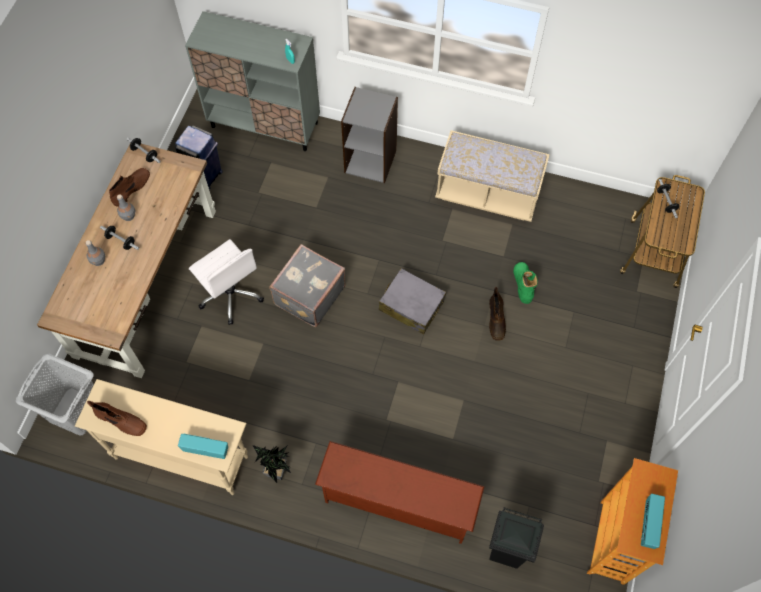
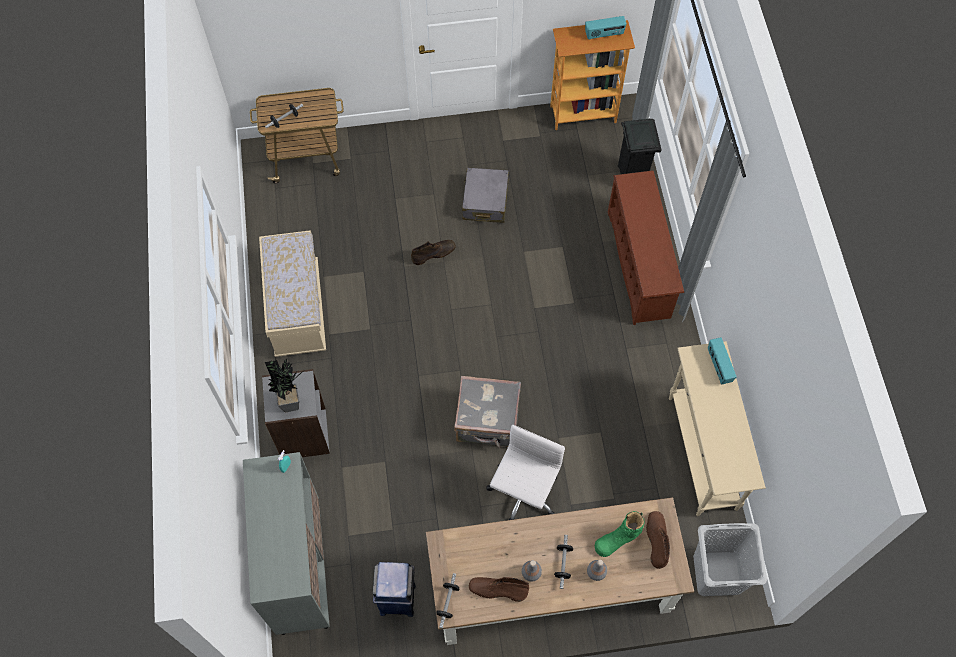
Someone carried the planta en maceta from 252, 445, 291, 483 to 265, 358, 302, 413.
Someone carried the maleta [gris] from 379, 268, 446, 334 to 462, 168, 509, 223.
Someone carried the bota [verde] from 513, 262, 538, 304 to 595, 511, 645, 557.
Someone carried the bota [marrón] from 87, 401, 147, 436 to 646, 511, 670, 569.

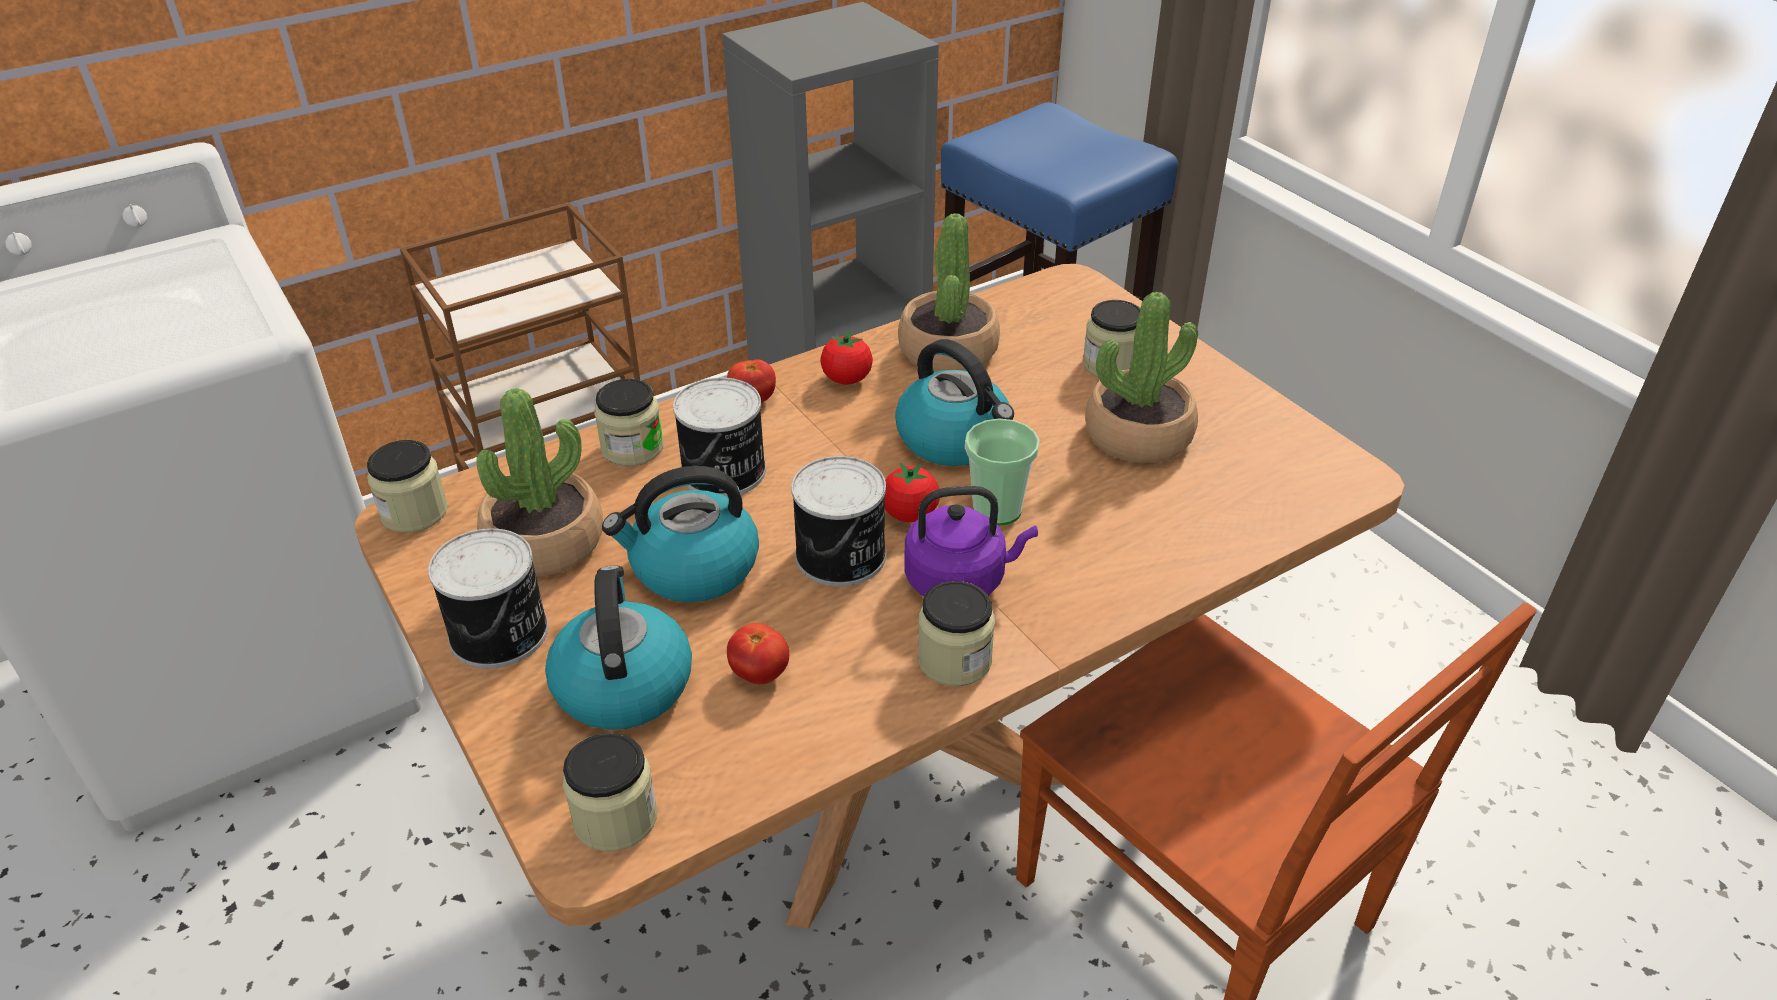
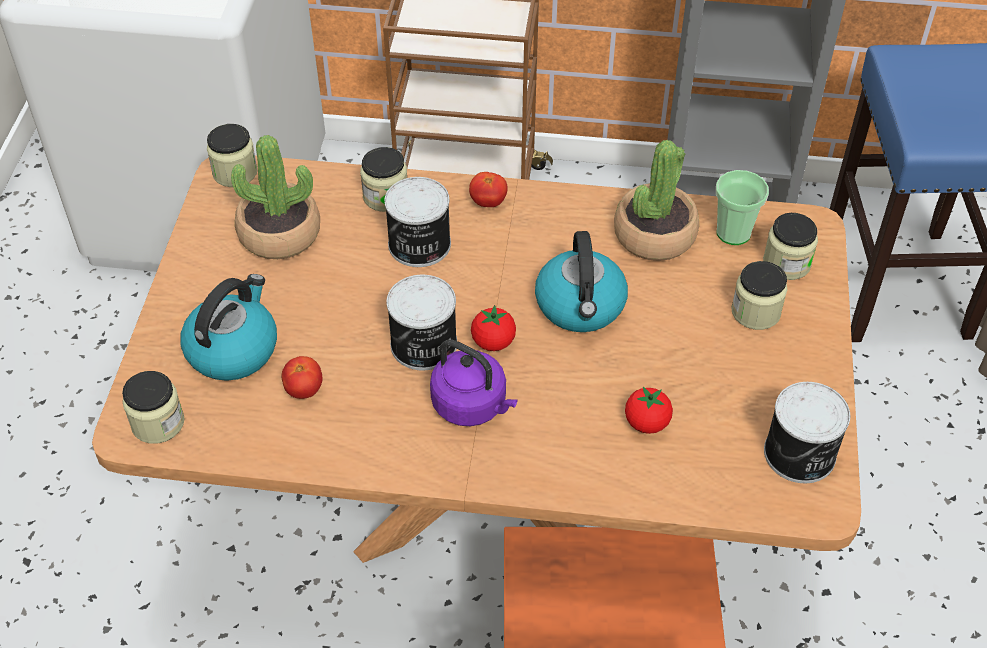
Someone carried the tomate from 820, 330, 873, 385 to 625, 387, 673, 434.
Someone carried the taza from 965, 418, 1040, 526 to 716, 170, 769, 245.
Someone carried the tarro from 918, 581, 995, 686 to 763, 213, 818, 280.
Someone carried the lata from 428, 528, 548, 669 to 764, 382, 850, 483.
Someone took away the hervidor at 602, 466, 759, 602.
Someone took away the planta en maceta at 1085, 292, 1198, 463.

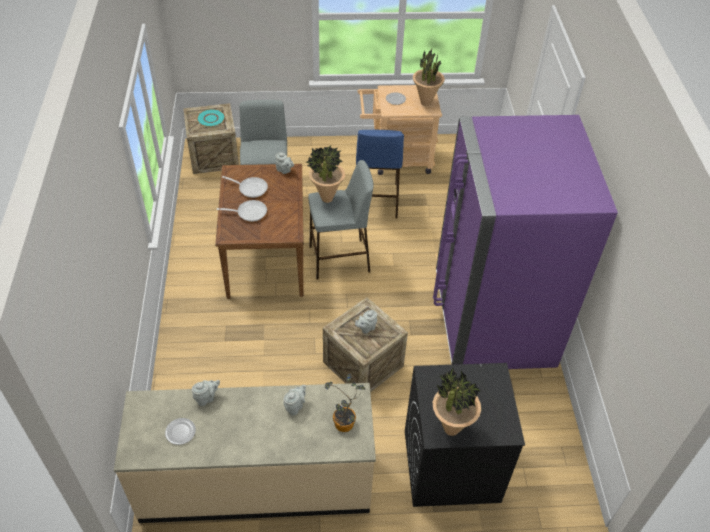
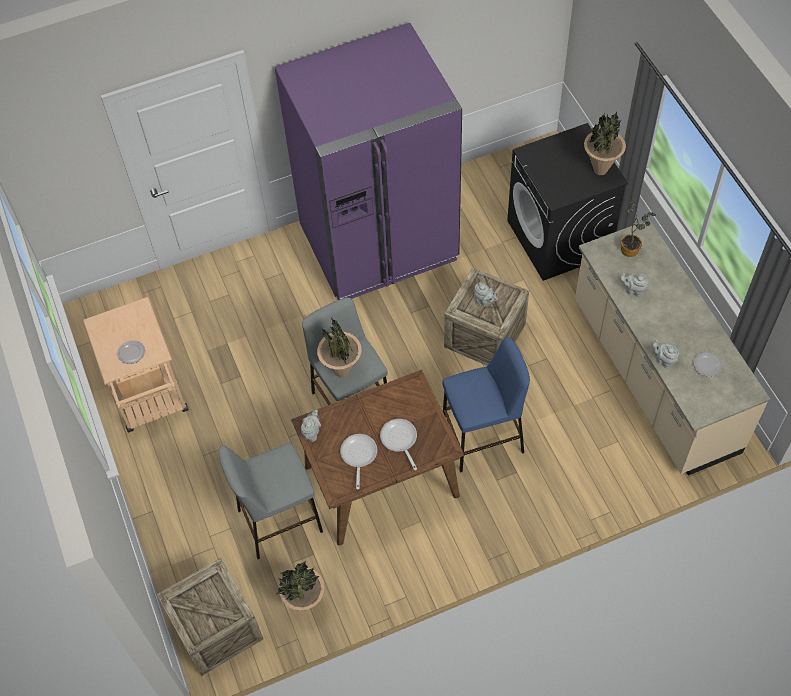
Someone carried the planta en maceta from 413, 49, 445, 106 to 277, 561, 325, 611.
Someone carried the taburete [azul] from 356, 130, 404, 218 to 442, 338, 530, 473.
Someone took away the plato [turquesa] at 197, 109, 225, 127.

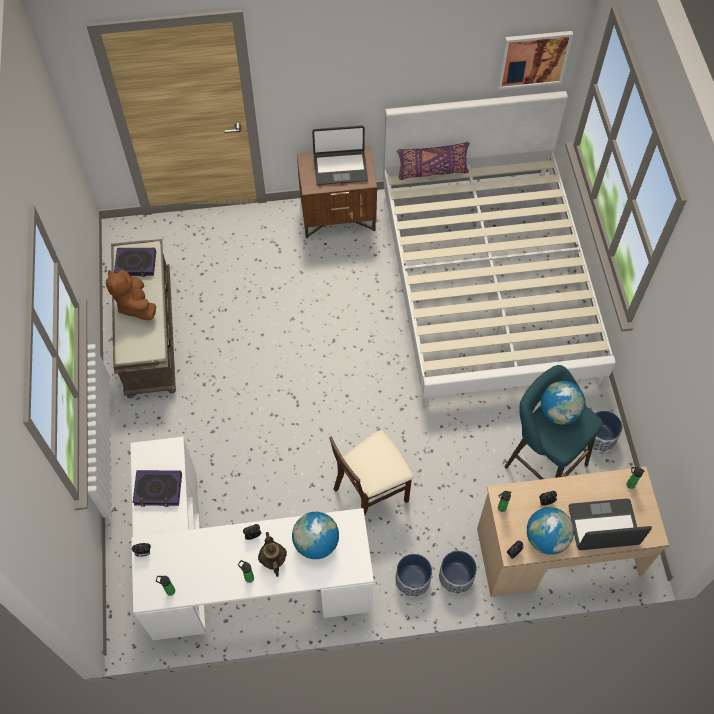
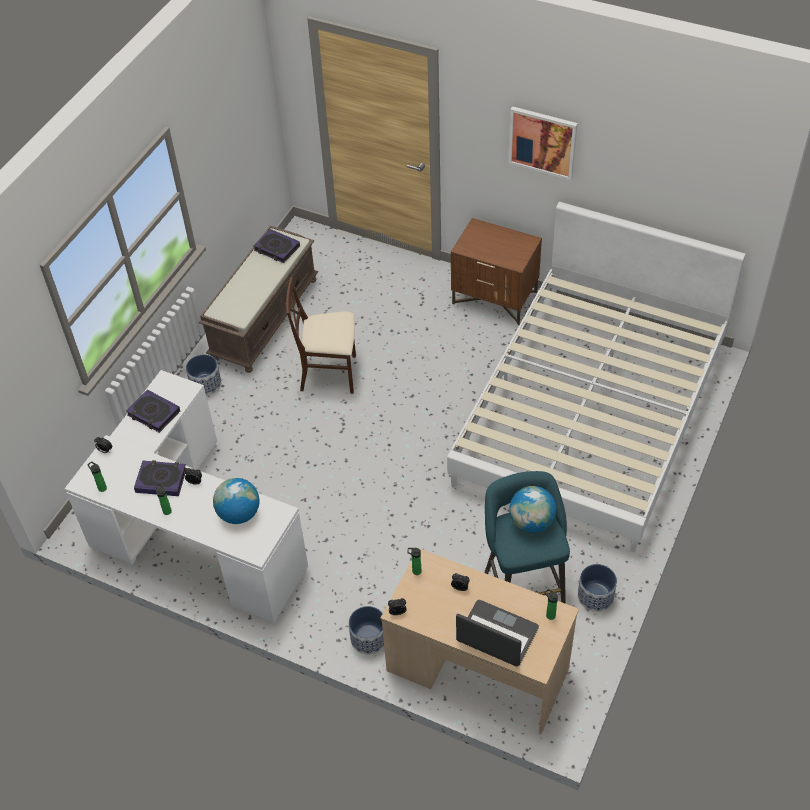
Someone put down the libro at 134, 460, 187, 496.
Someone carried the maceta from 395, 554, 432, 597 to 186, 354, 221, 396.
Someone carried the silla [beis] from 329, 430, 414, 516 to 286, 277, 356, 394.
Someone carried the cuadro from 498, 31, 573, 90 to 508, 106, 578, 180.
Someone took away the peluche [marrón] at 106, 270, 156, 320.
Someone took away the tetera at 258, 532, 287, 577.
Someone took away the portátil at 312, 126, 368, 185.
Someone took away the cojín [morado] at 397, 142, 469, 180.
Someone took away the globo terráqueo at 527, 507, 574, 555.

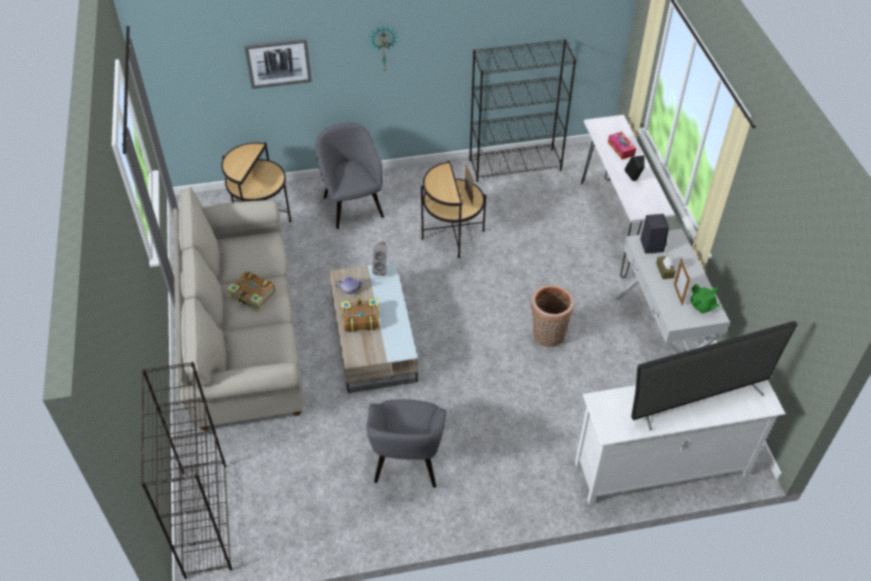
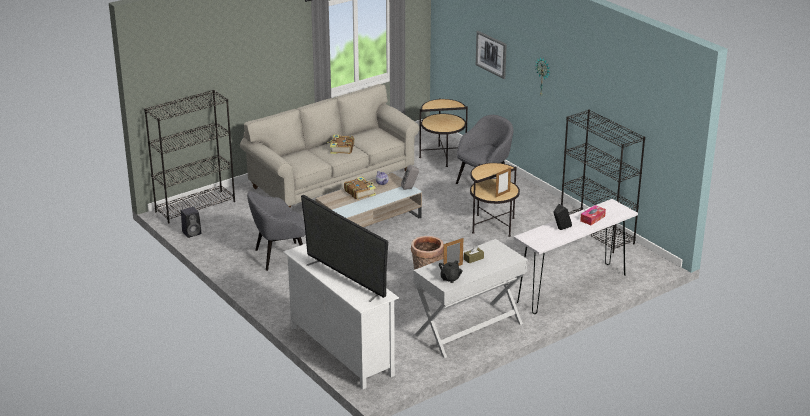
Someone carried the altavoz [negro] from 640, 214, 669, 254 to 181, 207, 201, 238.
Someone repainted the tetera [verde] at 691, 284, 720, 314, which became the tetera [negro] at 439, 260, 463, 283.

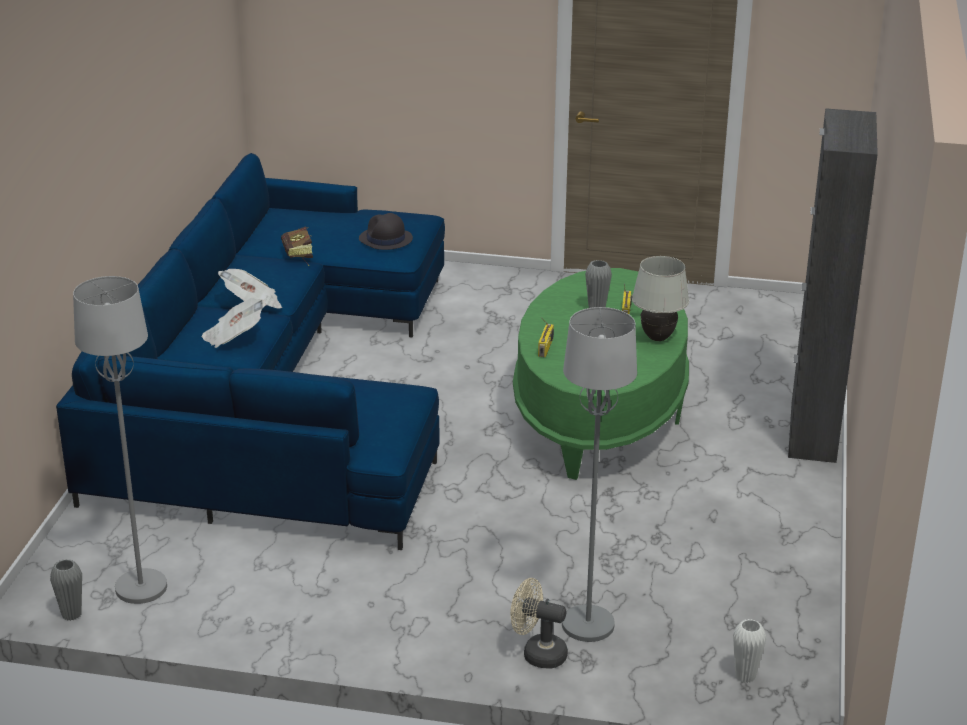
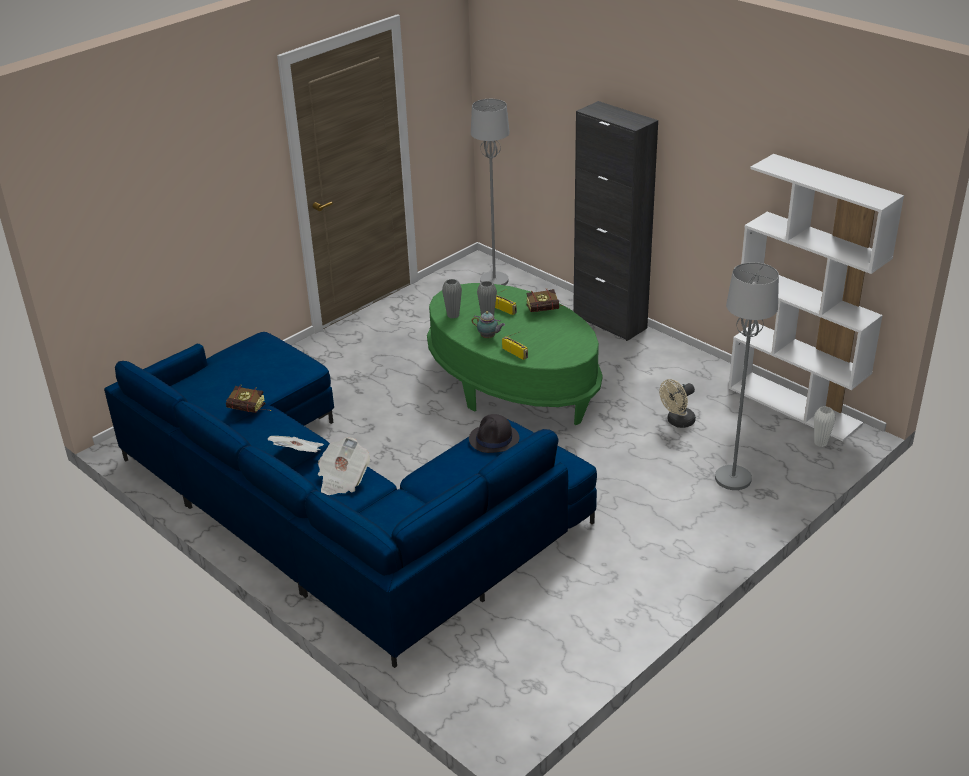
Someone carried the florero [gris] from 50, 559, 82, 621 to 442, 279, 462, 319.
Someone carried the sombrero [negro] from 359, 213, 413, 250 to 469, 414, 519, 453.
Someone carried the lámpara de pie [gris] from 73, 276, 167, 604 to 471, 99, 510, 285.
Someone put down the tetera at 472, 311, 505, 338.
Someone swapped the lámpara de mesa [blanco] at 632, 256, 689, 341 for the libro at 526, 288, 563, 312.
Someone carried the ventilador [beis] from 510, 578, 568, 669 to 659, 379, 696, 428.
Someone put down the estantería [blanco] at 728, 154, 904, 441.

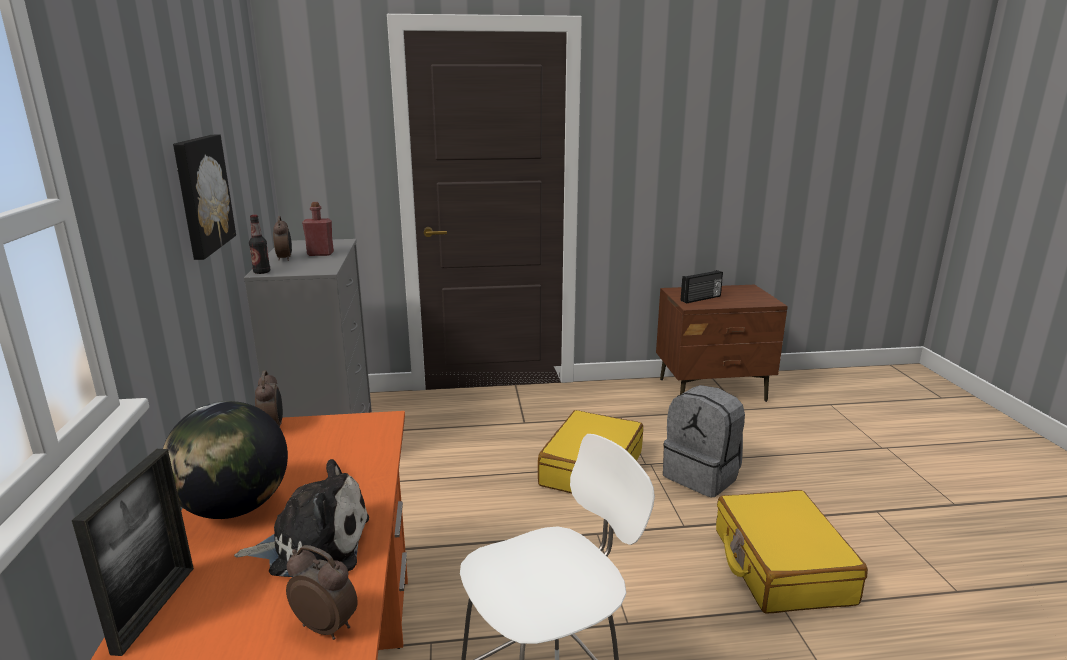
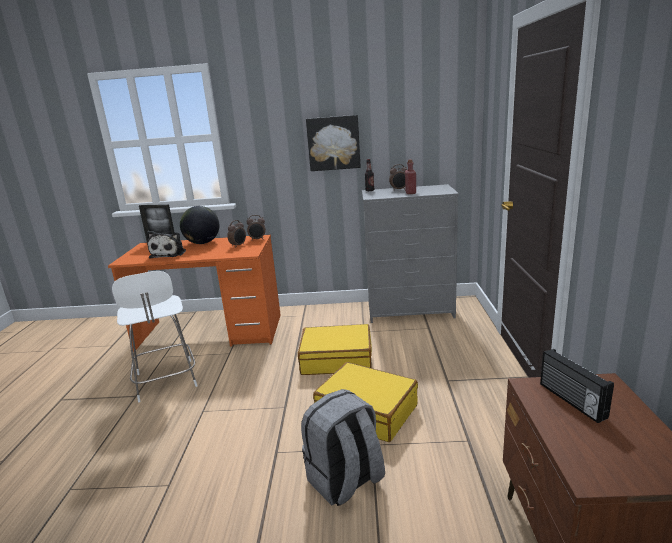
Someone carried the despertador from 286, 545, 358, 640 to 227, 220, 246, 248.
Someone carried the maleta [amarillo] from 716, 490, 868, 614 to 298, 324, 372, 375.

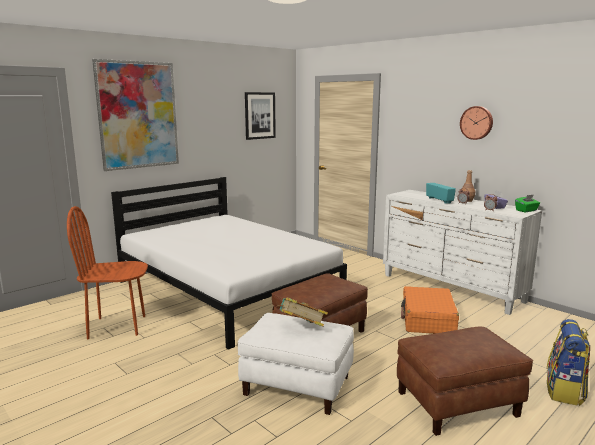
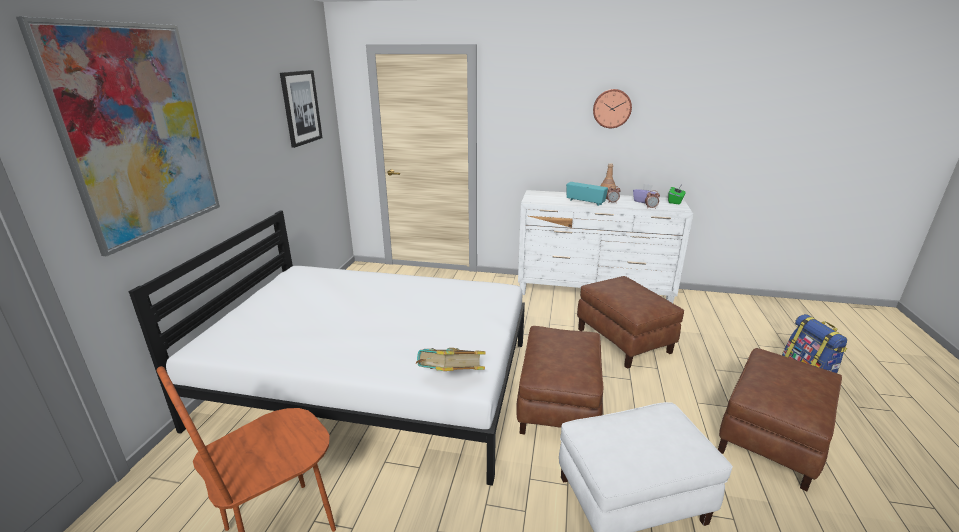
Someone carried the libro from 277, 298, 328, 326 to 416, 348, 485, 371.
Someone swapped the maleta [naranja] at 401, 286, 459, 334 for the puf [marrón] at 577, 276, 684, 369.

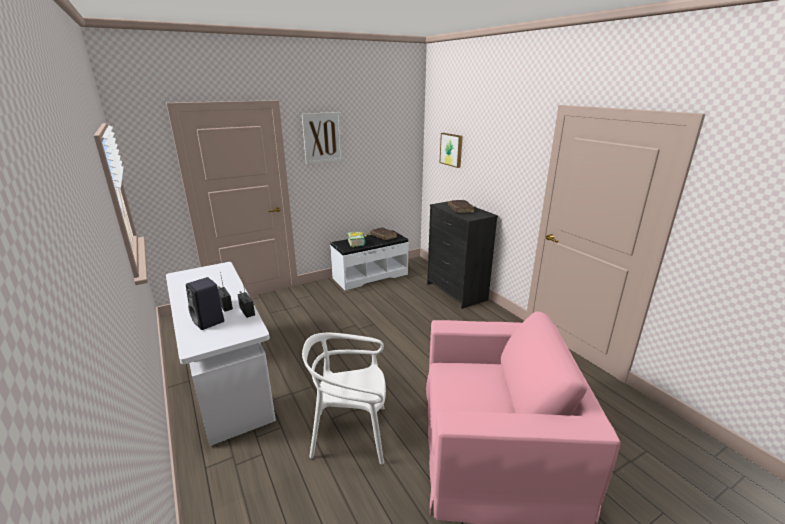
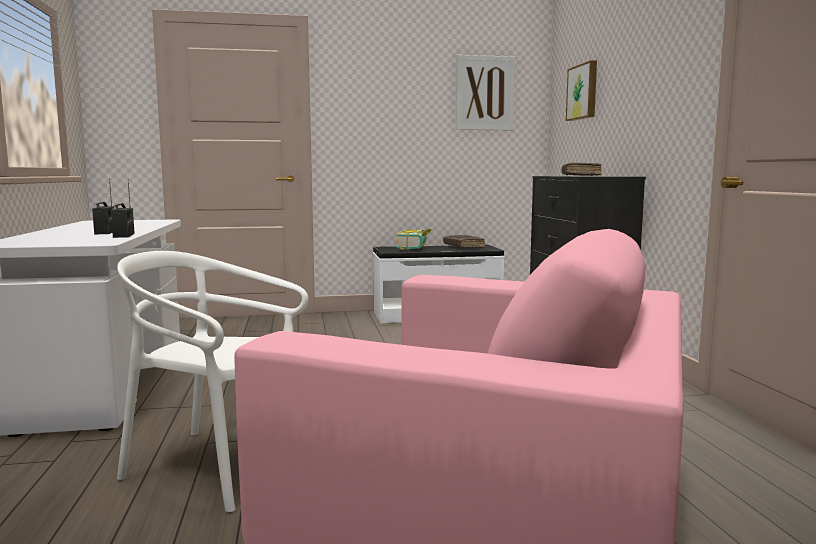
Someone carried the cuadro from 302, 112, 343, 165 to 456, 55, 515, 130.
Someone took away the altavoz [negro] at 186, 277, 224, 330.

